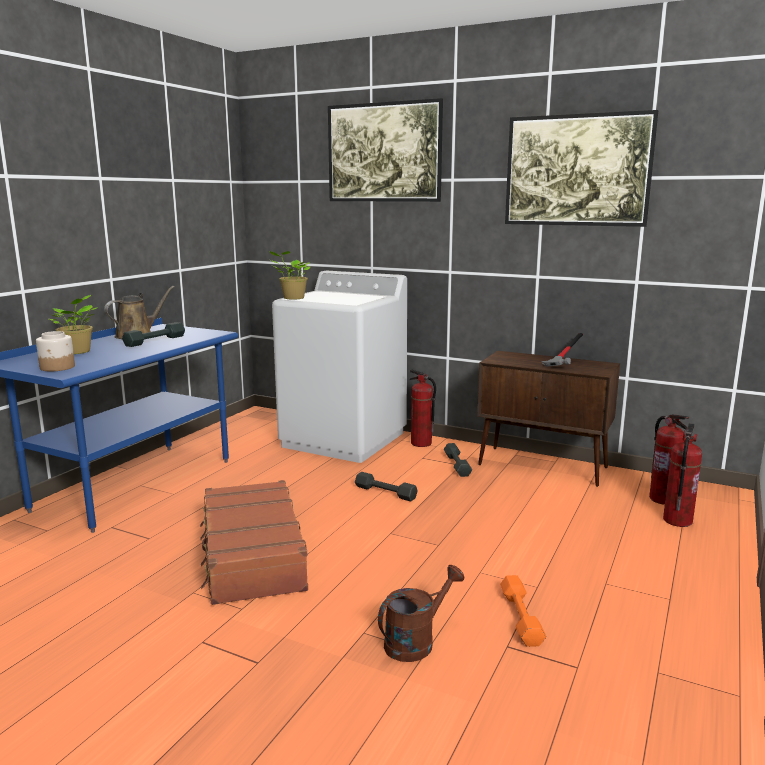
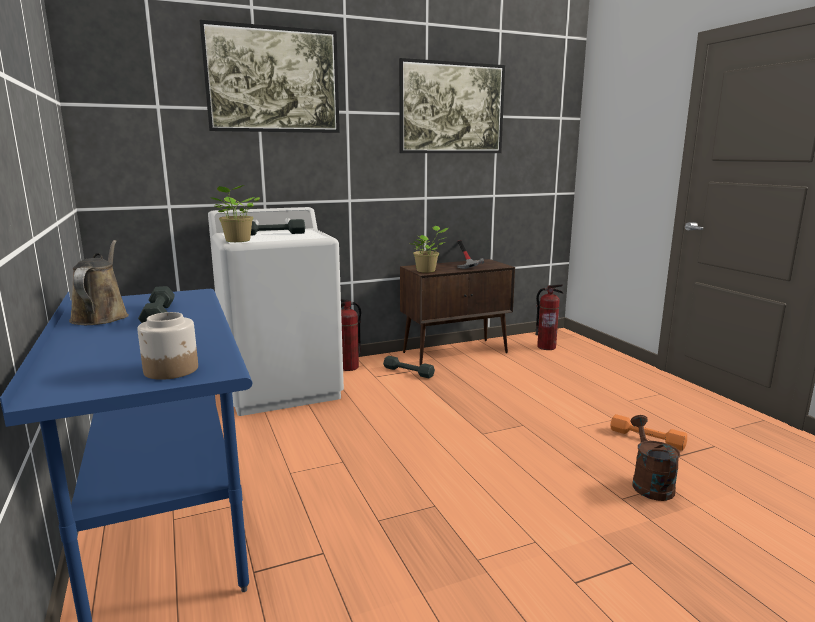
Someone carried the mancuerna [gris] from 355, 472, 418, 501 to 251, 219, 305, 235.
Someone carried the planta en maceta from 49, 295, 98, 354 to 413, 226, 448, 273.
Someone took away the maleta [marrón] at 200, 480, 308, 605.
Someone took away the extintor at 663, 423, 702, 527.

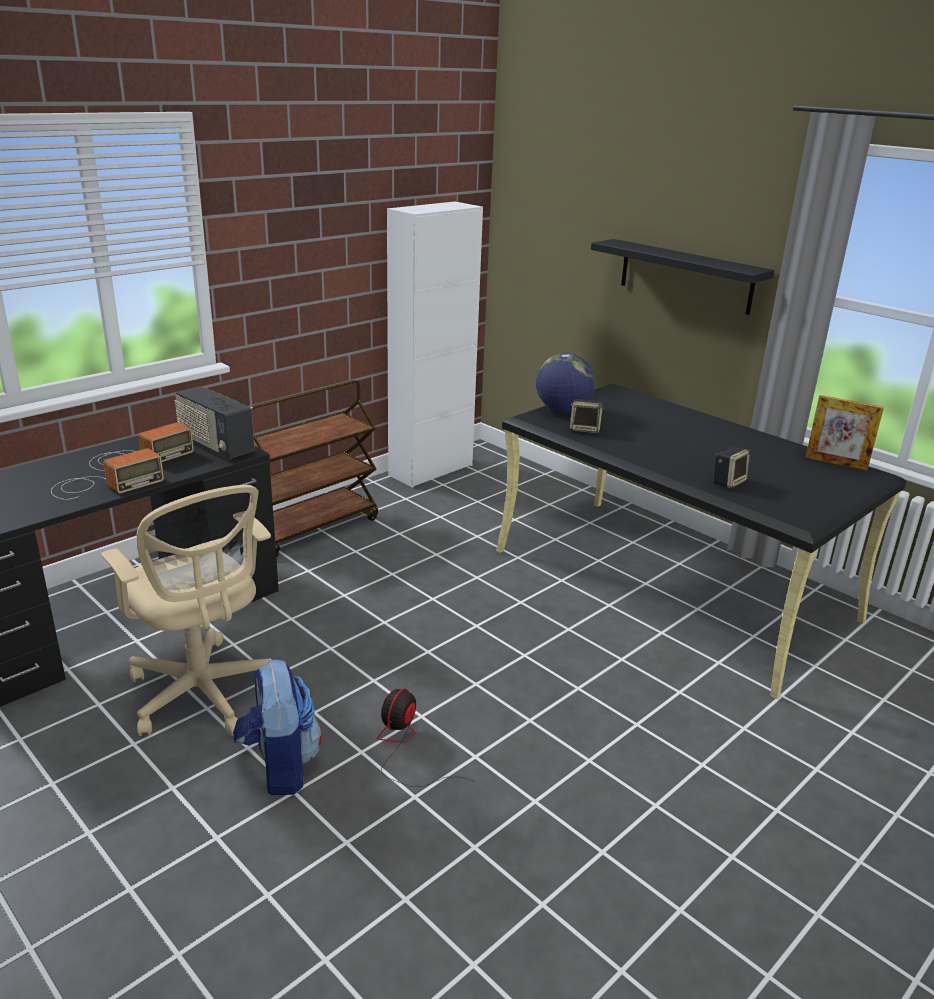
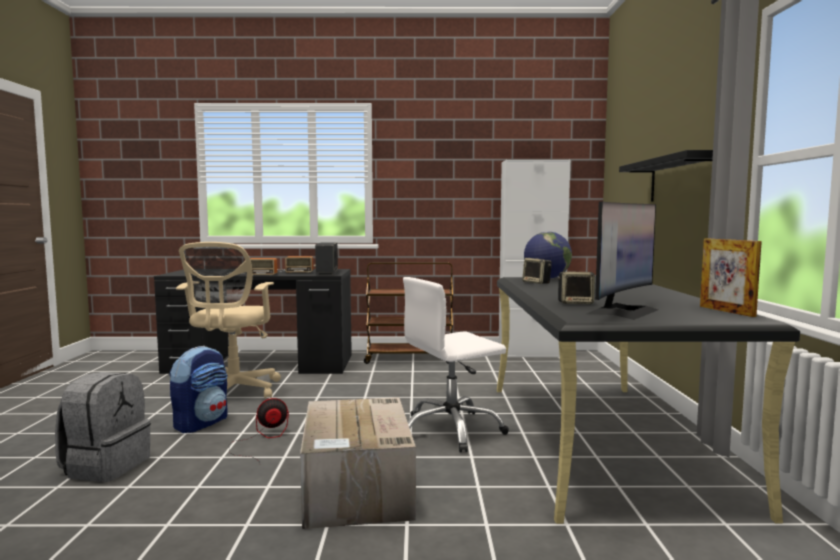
Someone put down the mochila [gris] at 55, 372, 151, 482.
Someone put down the caja de cartón at 300, 397, 416, 529.
Someone put down the silla de oficina [blanco] at 403, 277, 509, 453.
Someone put down the monitor at 587, 202, 658, 320.

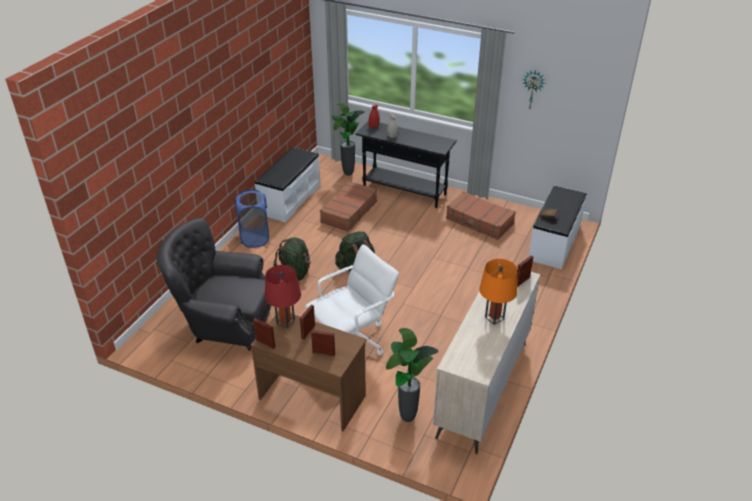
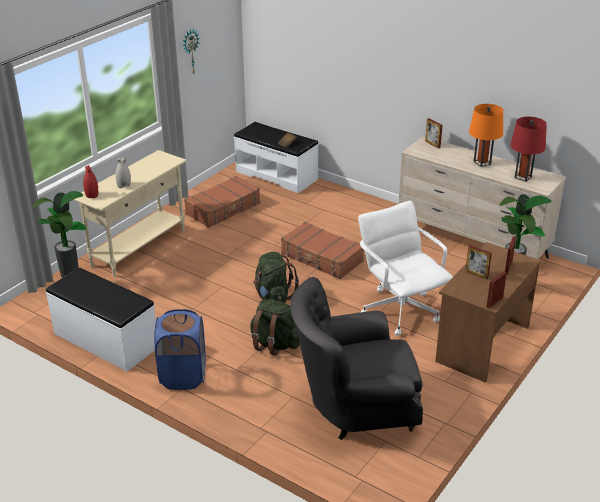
Someone repainted the mesa consola [negro] at 355, 120, 457, 208, which became the mesa consola [beis] at 74, 150, 187, 277.
Someone carried the maleta [marrón] from 320, 181, 377, 232 to 281, 222, 364, 279.
Someone rotated the sillón [gris] at 157, 218, 271, 351 by 60 degrees clockwise.
Someone carried the lámpara de mesa [rojo] from 265, 265, 301, 328 to 510, 117, 547, 182.

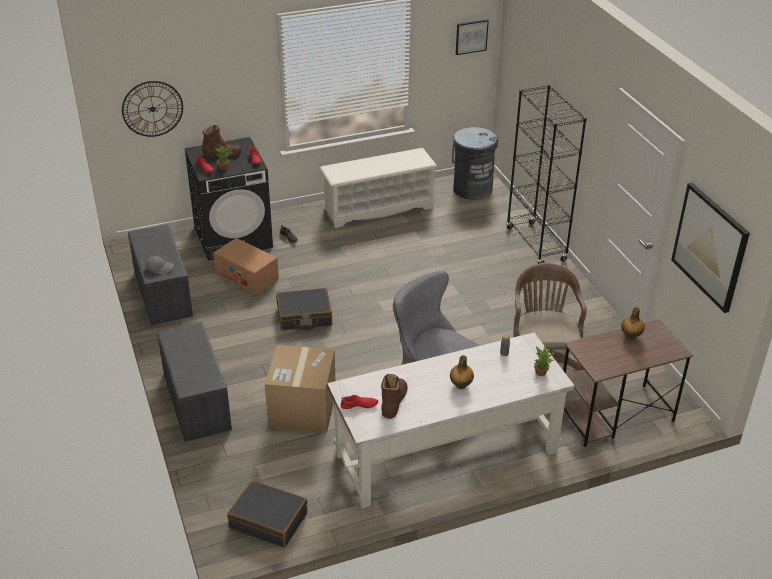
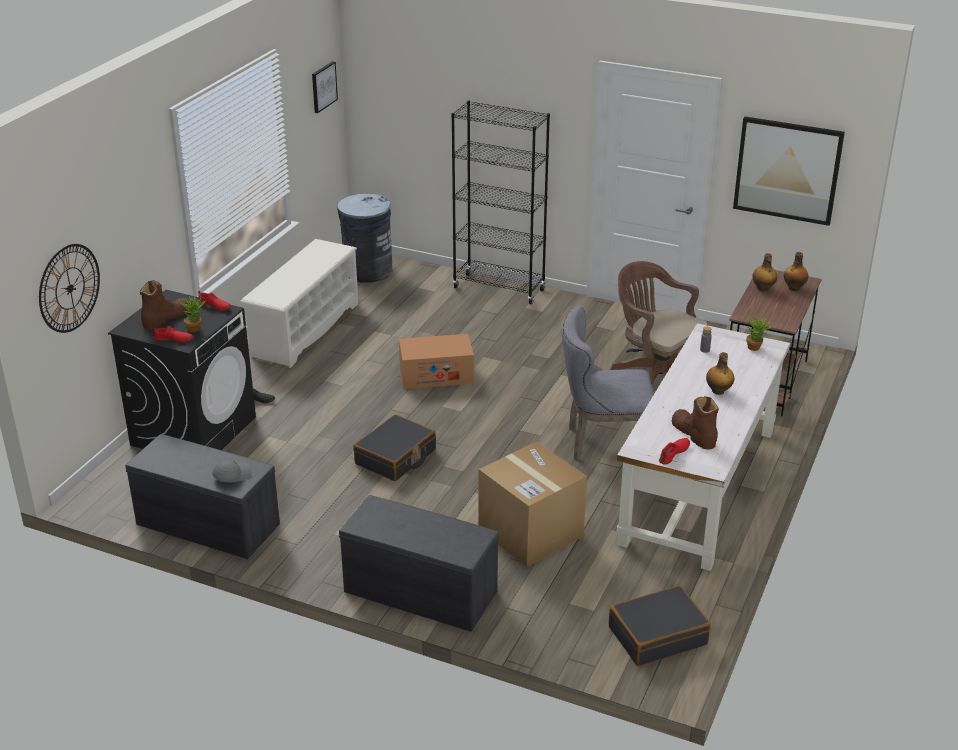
Someone carried the caja de cartón from 213, 238, 279, 295 to 399, 334, 474, 389.
Someone put down the botella at 784, 252, 809, 291.

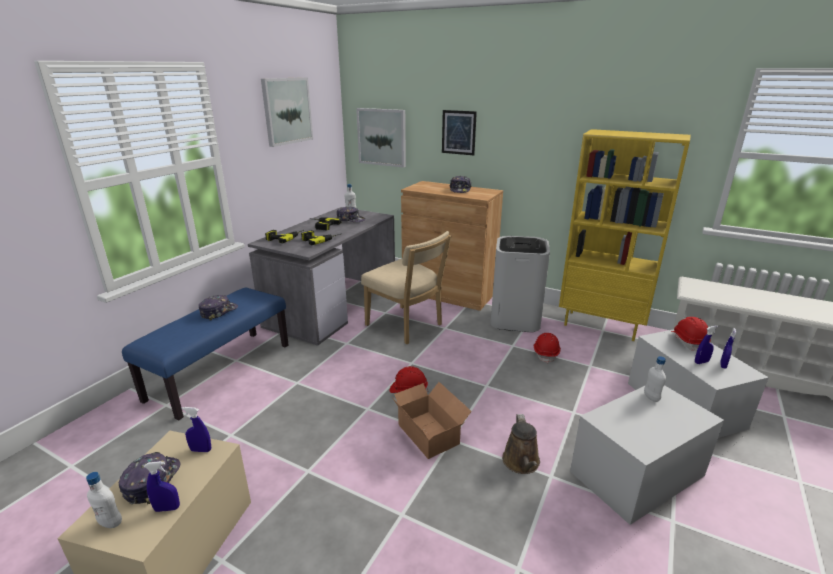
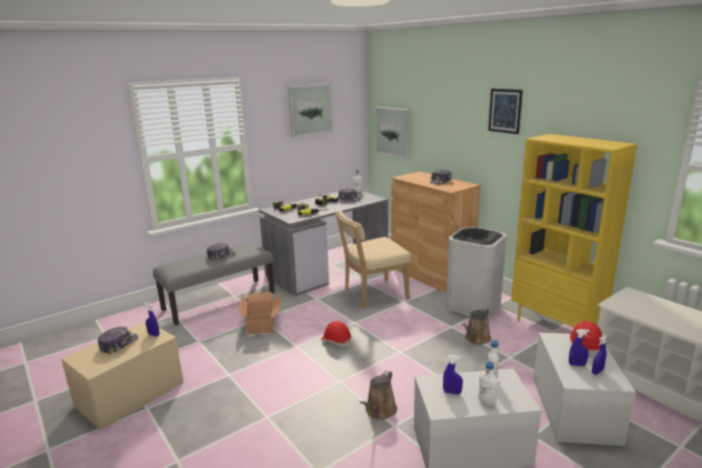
Someone repainted the banco [azul] at 122, 287, 288, 420, which became the banco [gris] at 153, 242, 275, 325.
Someone carried the caja de cartón from 393, 382, 472, 459 to 239, 292, 280, 335.
Someone rotated the silla [beis] at 361, 231, 451, 344 by 90 degrees clockwise.
Someone carried the pulverizador [azul] from 144, 461, 180, 512 to 443, 355, 463, 395.
Someone swapped the casco [rojo] at 534, 333, 561, 363 for the regadera [marrón] at 462, 308, 491, 345.
Someone carried the botella [blanco] from 86, 472, 122, 528 to 478, 362, 498, 406.
Someone carried the cuadro from 442, 110, 477, 155 to 488, 89, 523, 134.

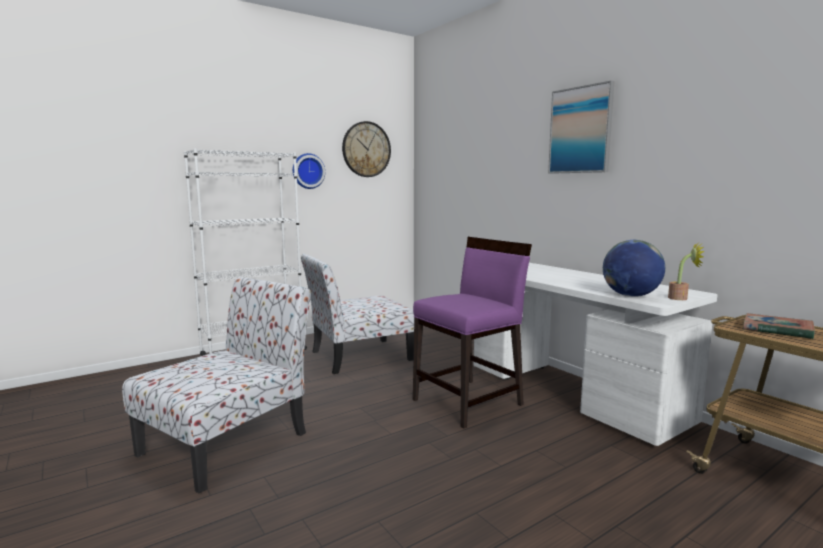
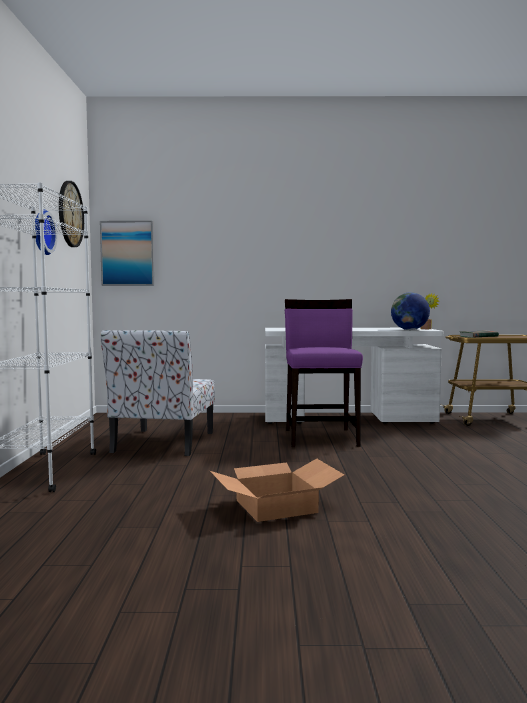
Someone carried the cuadro from 548, 81, 615, 174 to 100, 221, 154, 286.
Someone swapped the silla at 122, 277, 311, 493 for the caja de cartón at 210, 459, 344, 522.

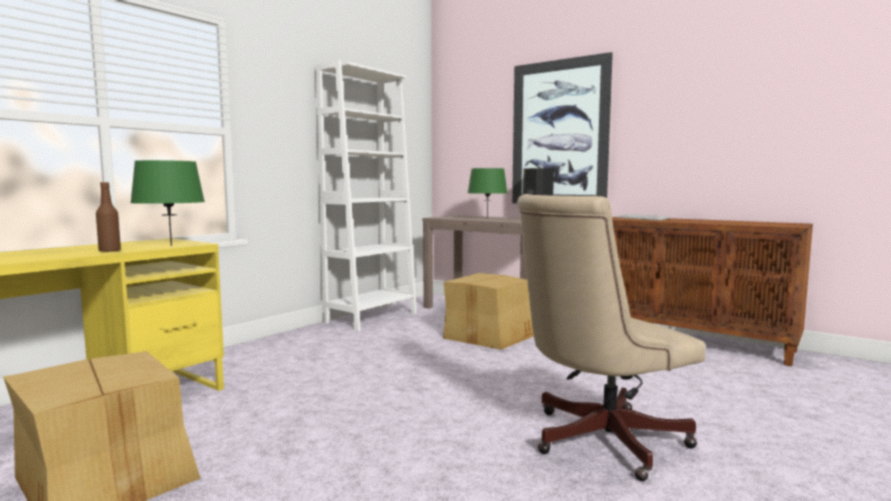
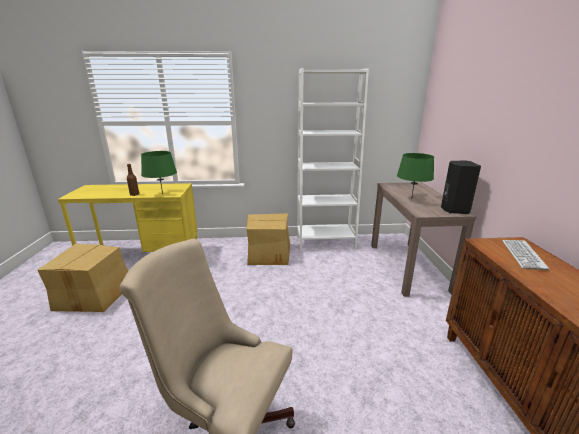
Someone carried the caja de cartón from 443, 273, 534, 350 to 247, 213, 290, 265.
Someone took away the cuadro at 512, 52, 613, 203.

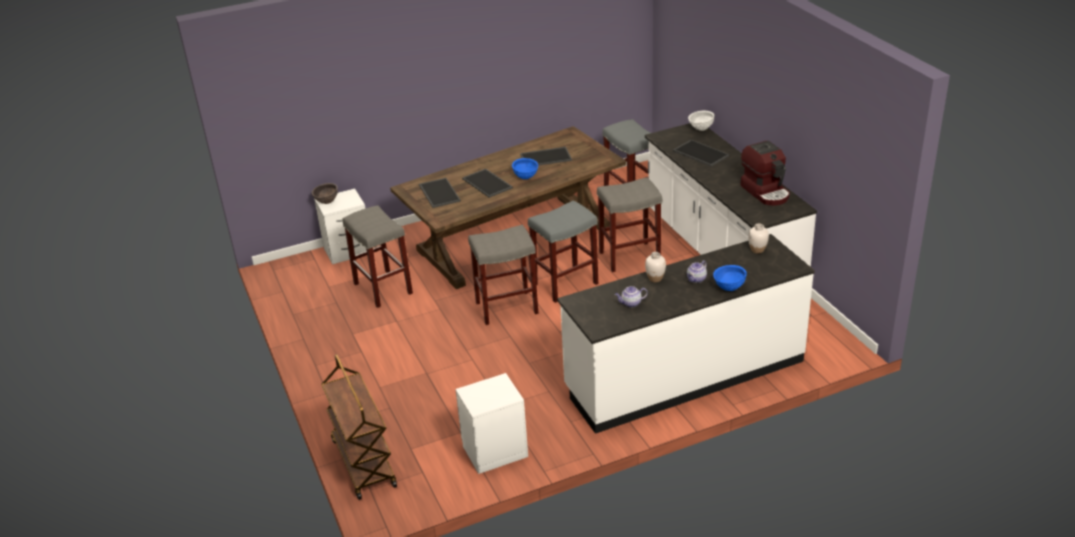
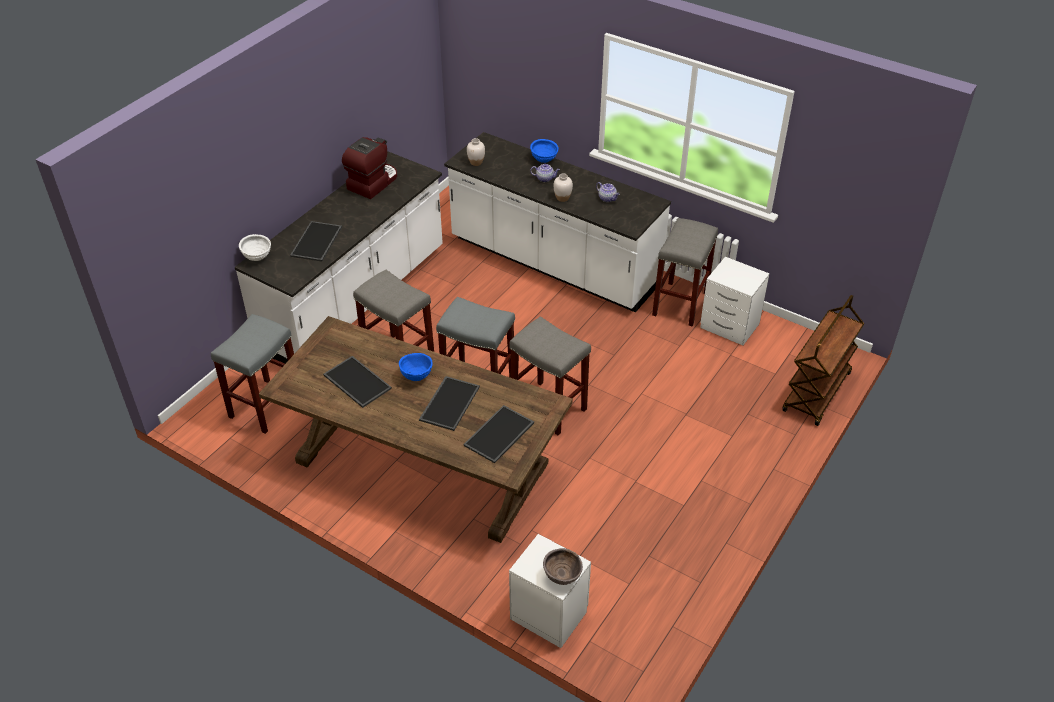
Someone carried the taburete [gris] from 343, 205, 413, 308 to 652, 218, 718, 327.

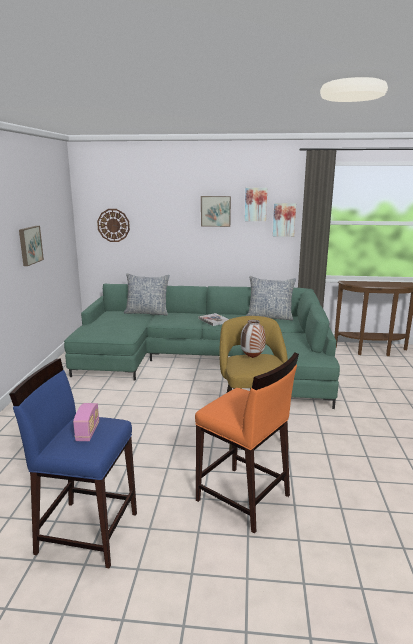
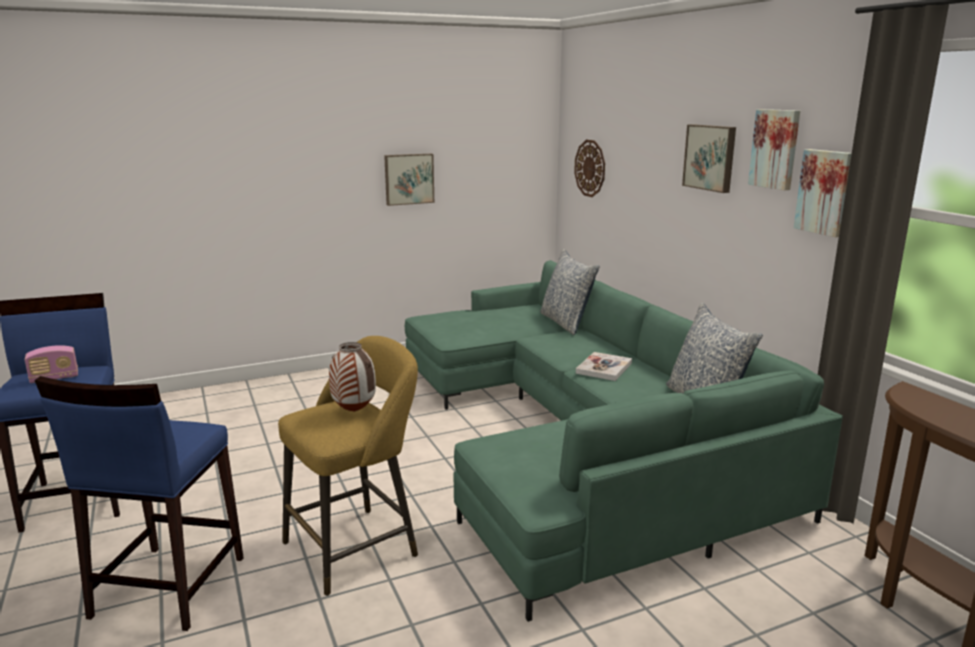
Someone repainted the taburete [naranja] at 195, 352, 299, 534, which became the taburete [azul] at 35, 376, 244, 631.

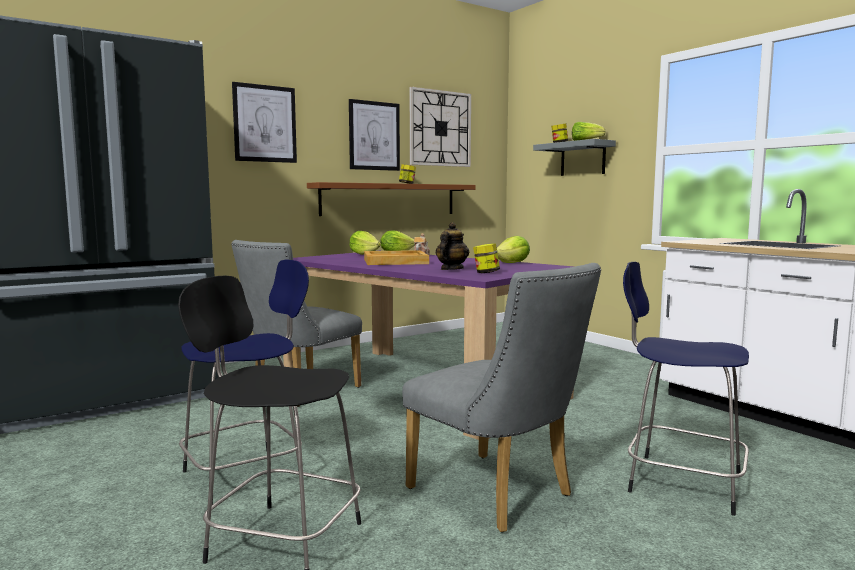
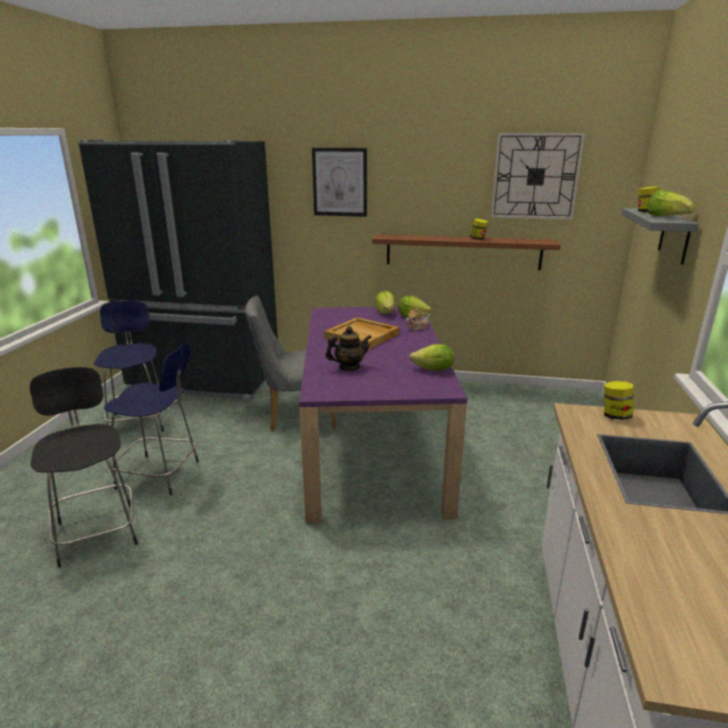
Someone carried the taburete [azul] from 623, 262, 749, 516 to 94, 300, 166, 432.
Someone carried the tarro from 473, 243, 500, 273 to 604, 381, 634, 420.
Someone took away the cuadro at 349, 99, 400, 171.
Someone took away the silla [gris] at 402, 263, 601, 533.

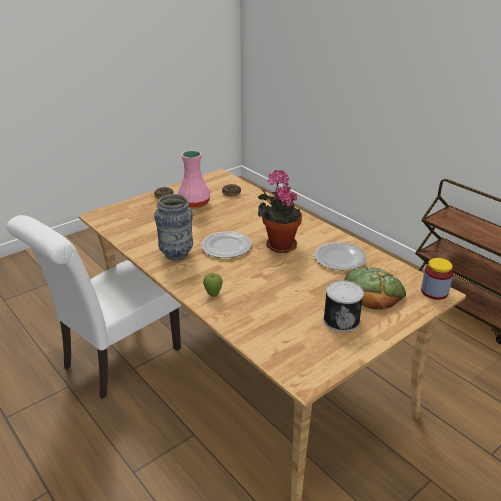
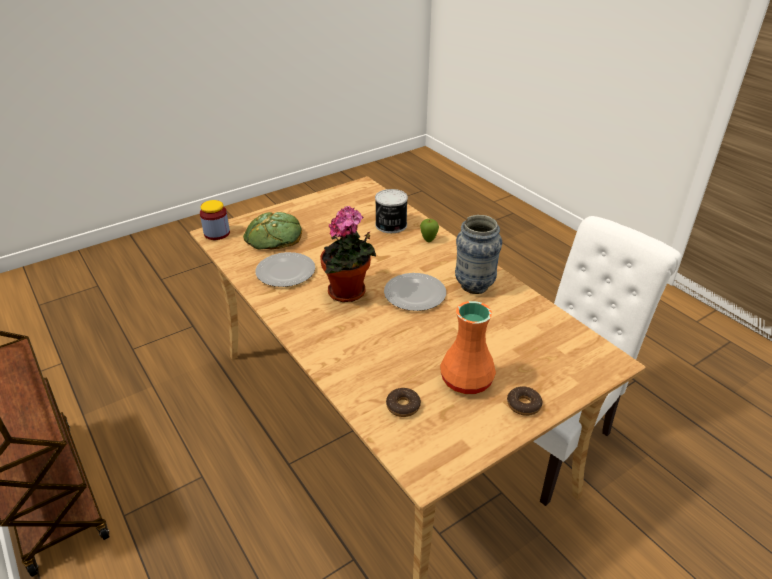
Someone carried the lata from 323, 280, 364, 332 to 375, 189, 408, 233.
Someone repainted the florero [rosa] at 178, 150, 210, 209, which became the florero [naranja] at 440, 301, 496, 394.

